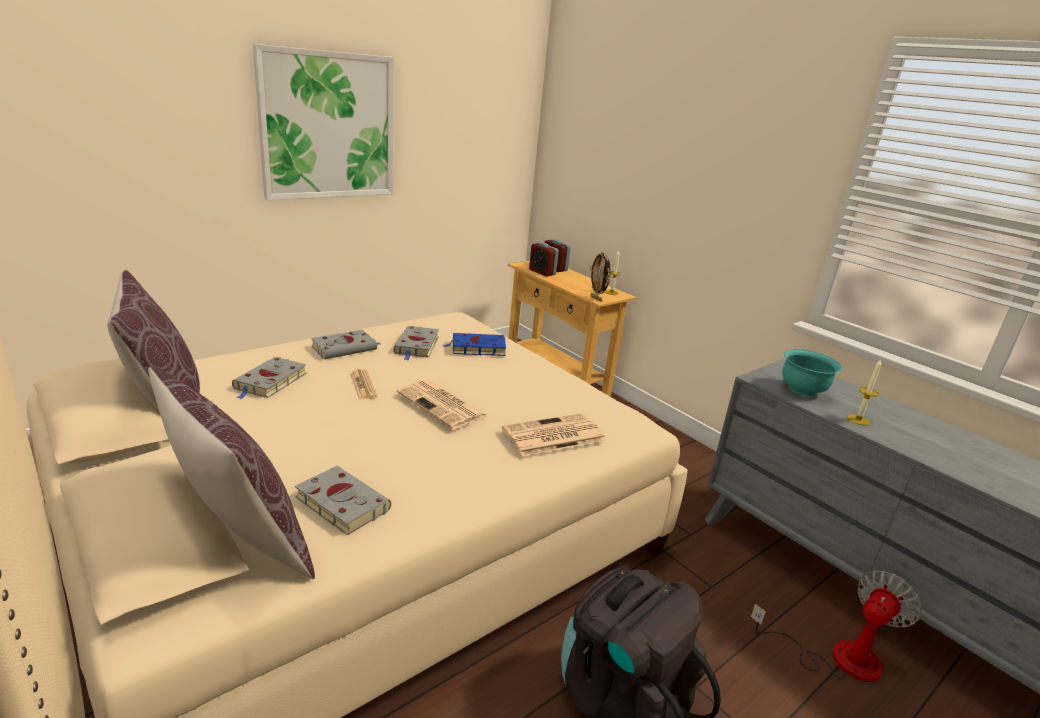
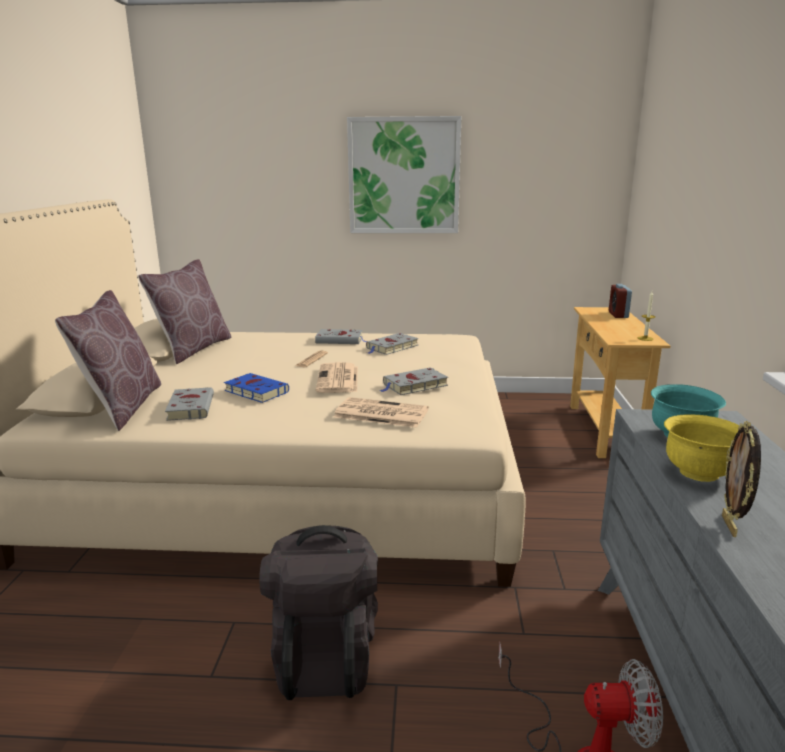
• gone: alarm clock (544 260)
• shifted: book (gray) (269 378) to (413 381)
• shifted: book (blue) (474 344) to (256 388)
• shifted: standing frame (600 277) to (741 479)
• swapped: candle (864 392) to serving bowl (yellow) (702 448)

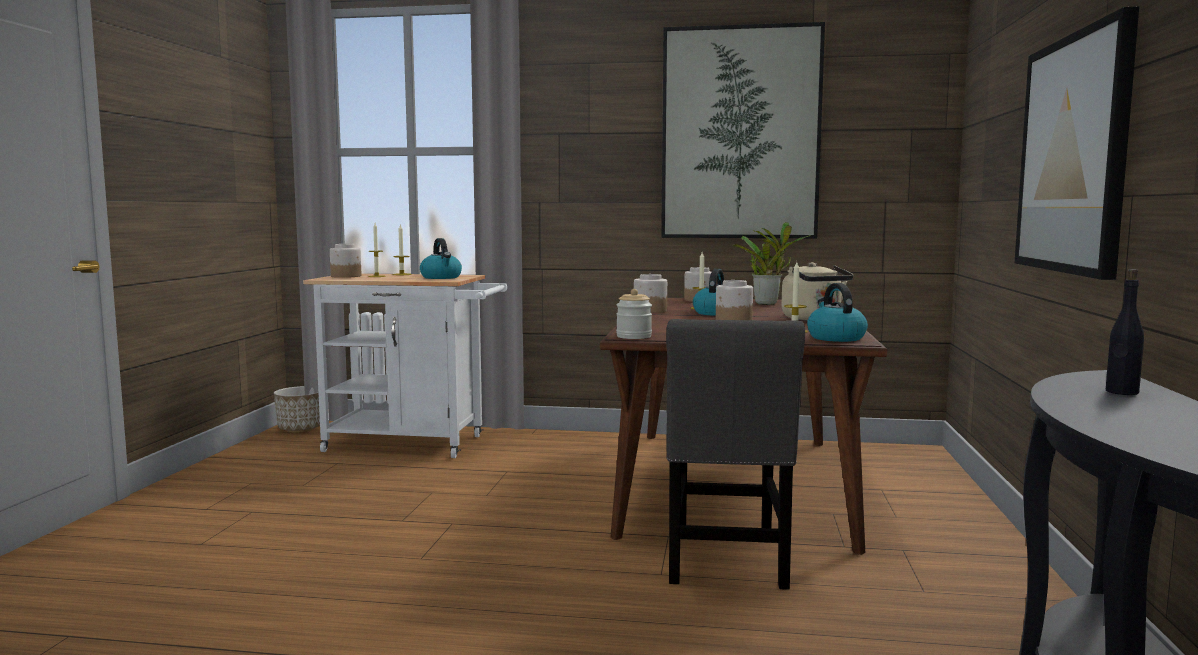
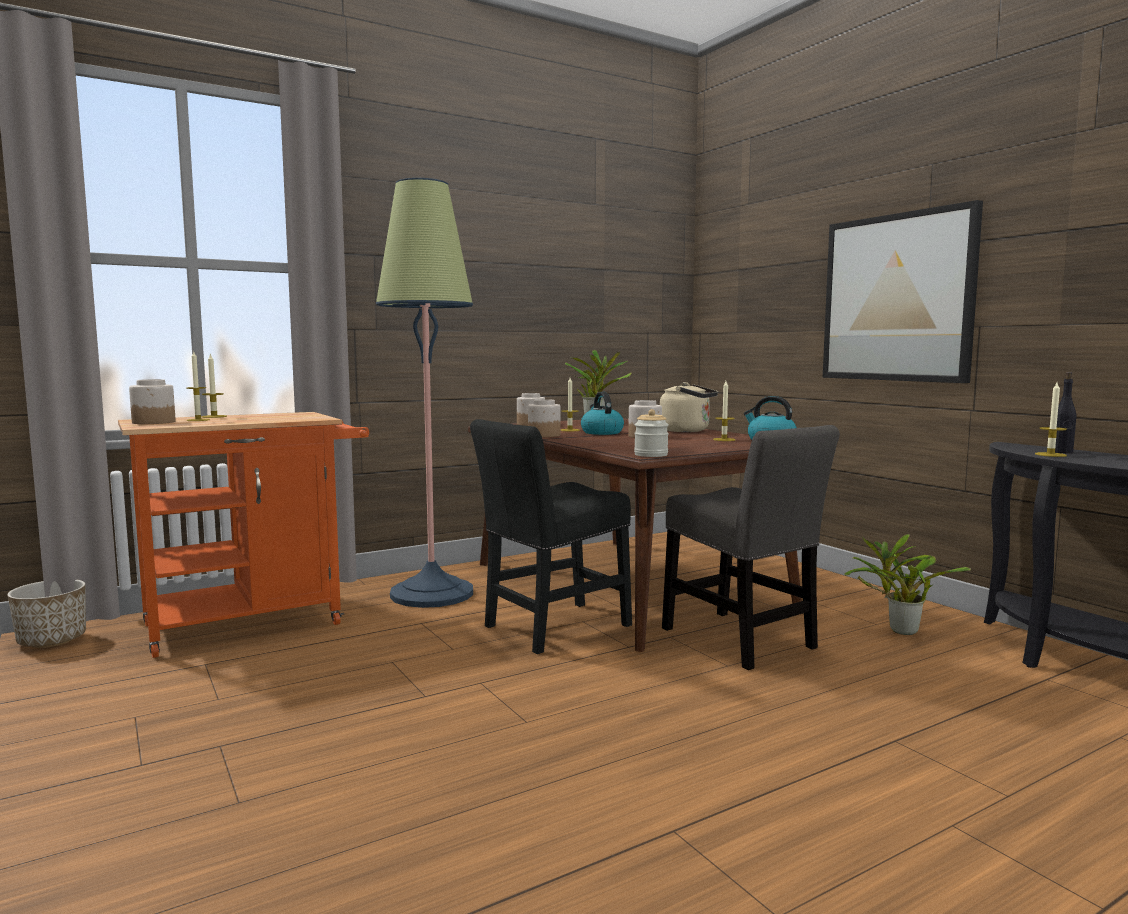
• gone: kettle (441 258)
• gone: wall art (743 130)
• new: standard lamp (424 393)
• new: chair (blackish) (551 536)
• new: plant in a pot (907 584)
• new: candle (1051 420)
• repainted: cart (white) (405 365) to cart (orange-coloured) (243 535)

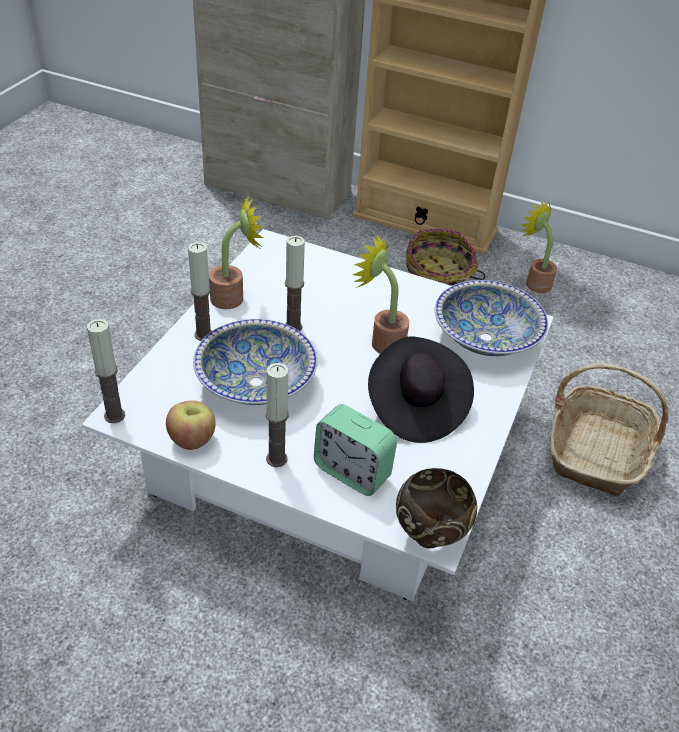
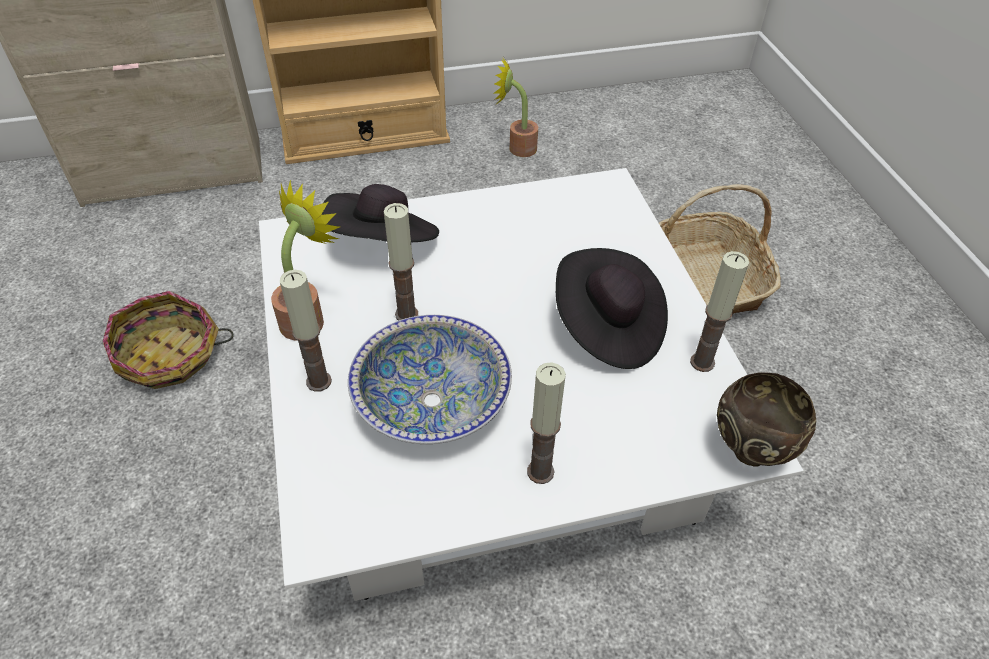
• gone: apple fruit (191 425)
• gone: alarm clock (355 450)
• gone: plant in a pot (381 293)
• gone: serving bowl (491 318)
• new: clothing hat (blackish) (380 213)
• shifted: candle (106 371) to (719 311)
• shifted: household basket (445 257) to (168 340)

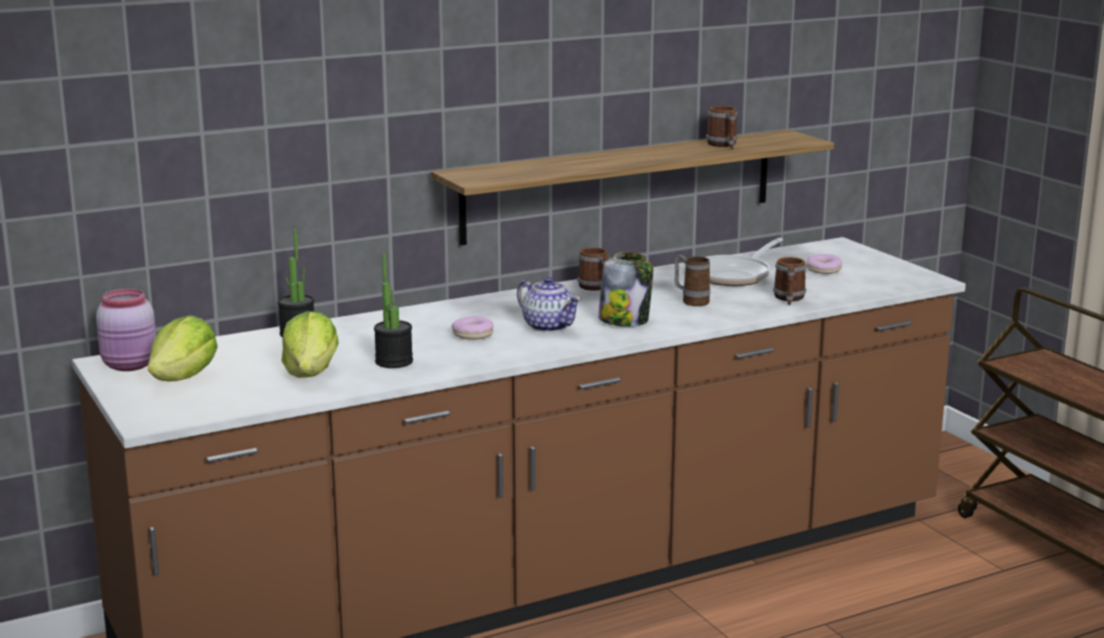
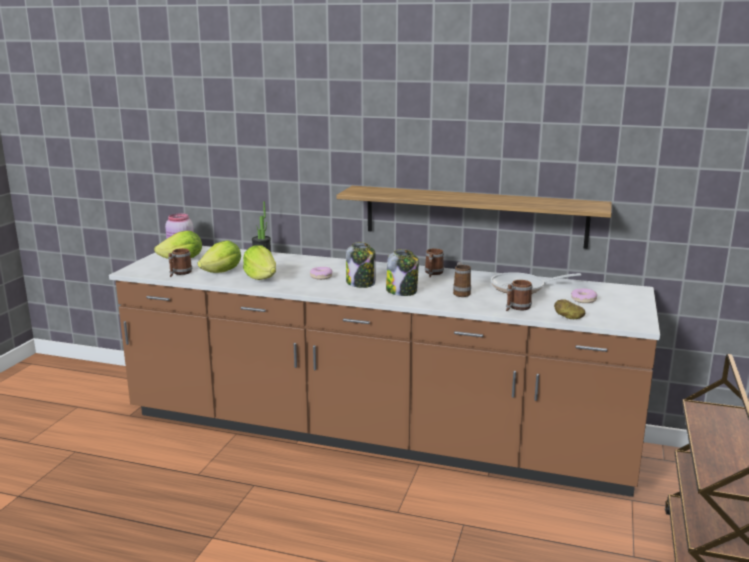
• new: whole potato (569 309)
• shifted: tea mug (721 127) to (180 262)
• swapped: plant in a pot (393 310) to head of lettuce (259 262)
• swapped: teapot (549 305) to storage jar (361 265)

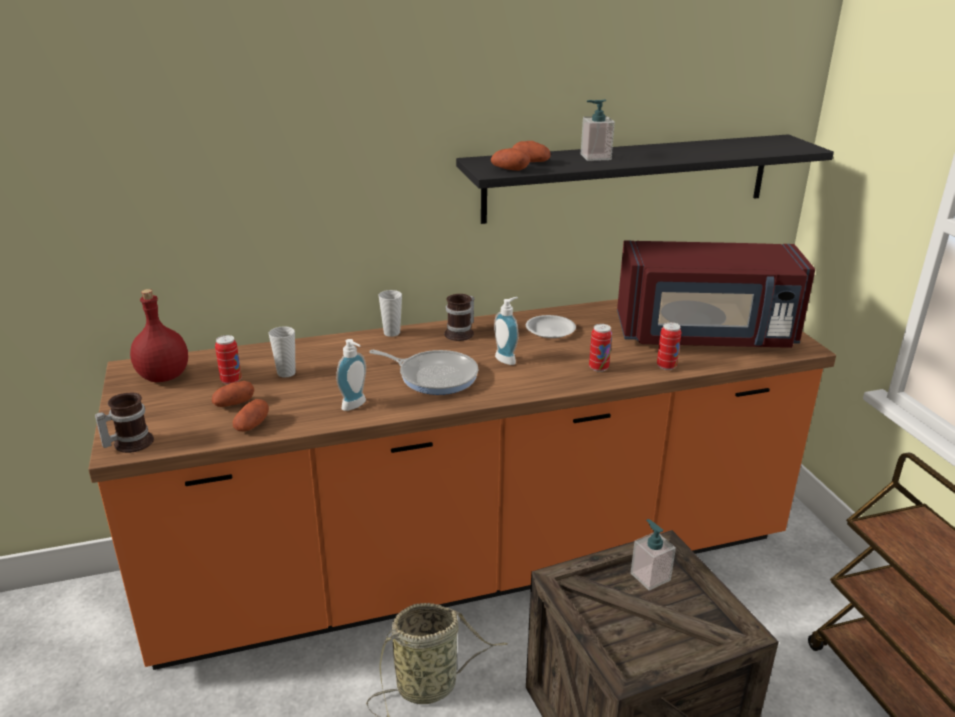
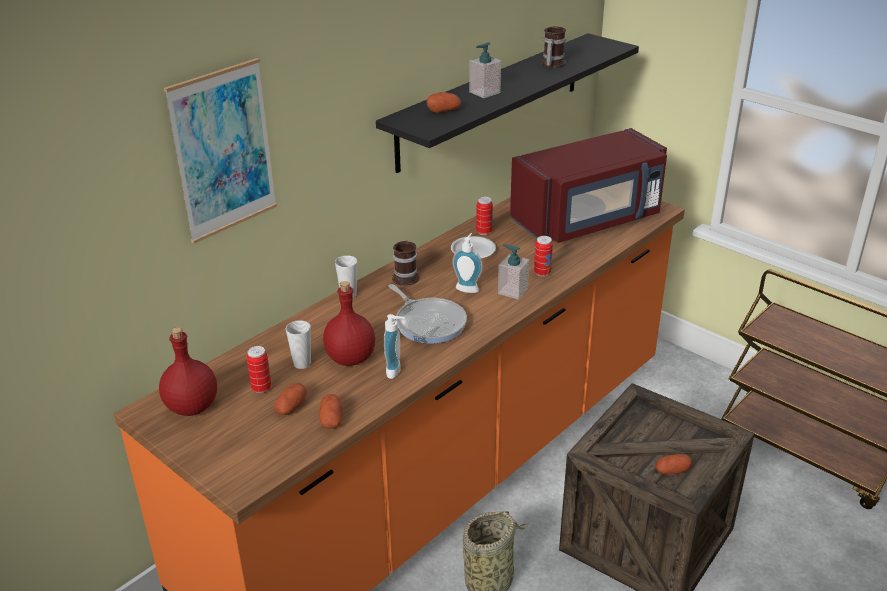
• new: wall art (220 151)
• new: beverage bottle (reddish) (349 323)
• shifted: tea mug (124 422) to (553 47)
• shifted: whole potato (510 159) to (673 464)
• shifted: liquid soap bottle (653 555) to (513 272)
• shifted: sealed can (669 346) to (484 216)
• rotated: frying pan (424 372) = (428 314) 60 degrees clockwise

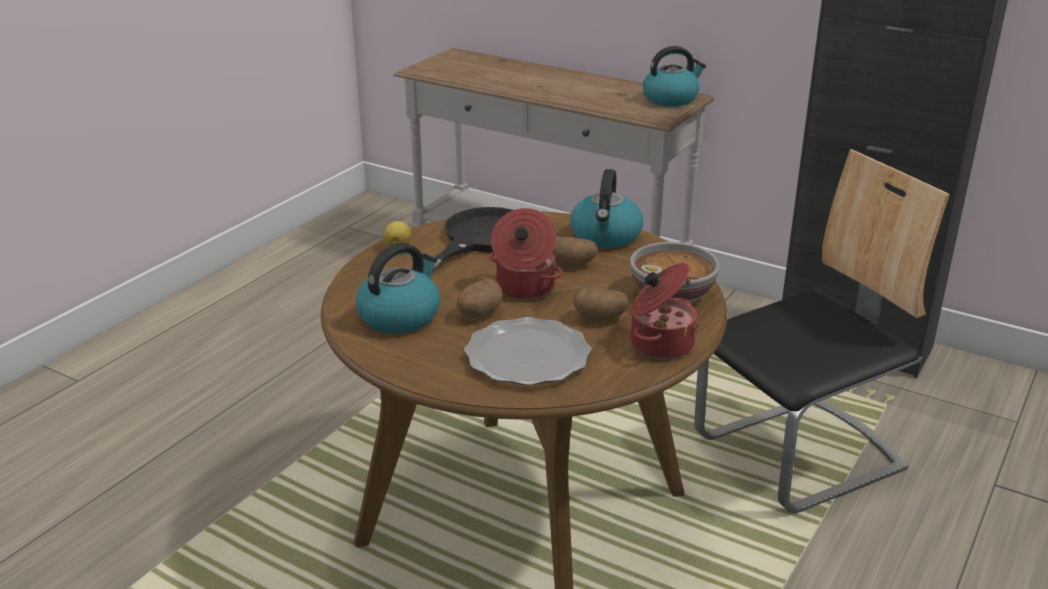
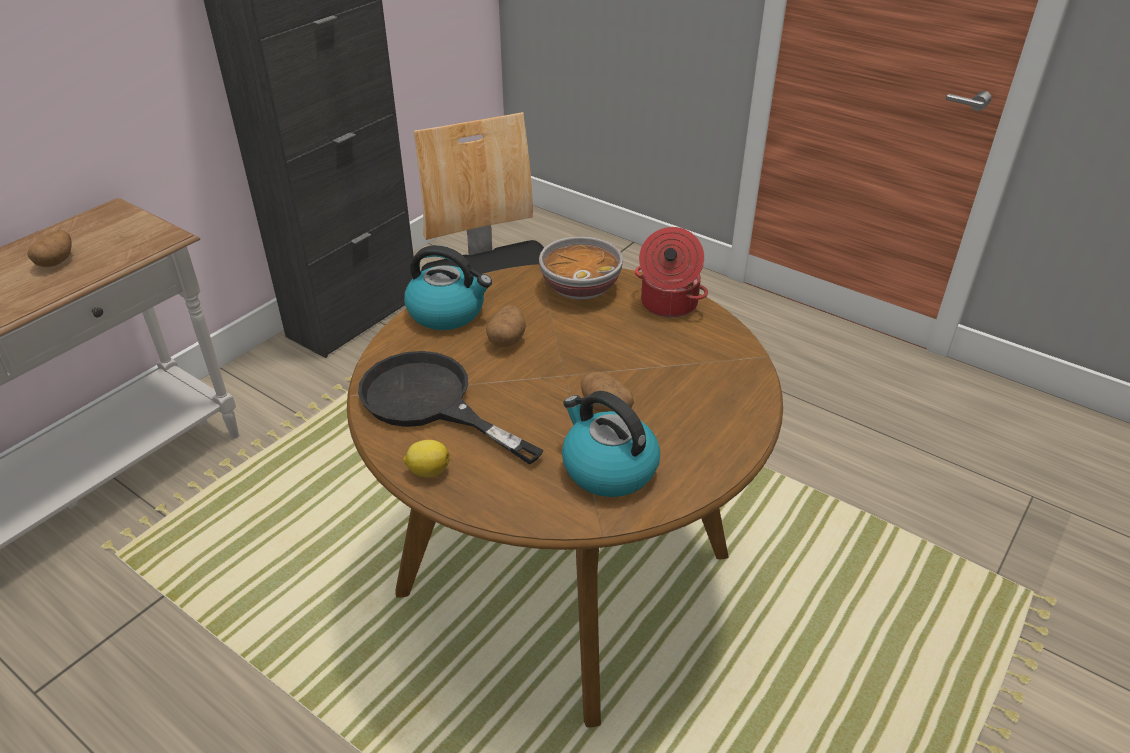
• gone: plate (528 351)
• gone: stockpot (526 254)
• gone: kettle (674 76)
• shifted: whole potato (601 305) to (49 248)

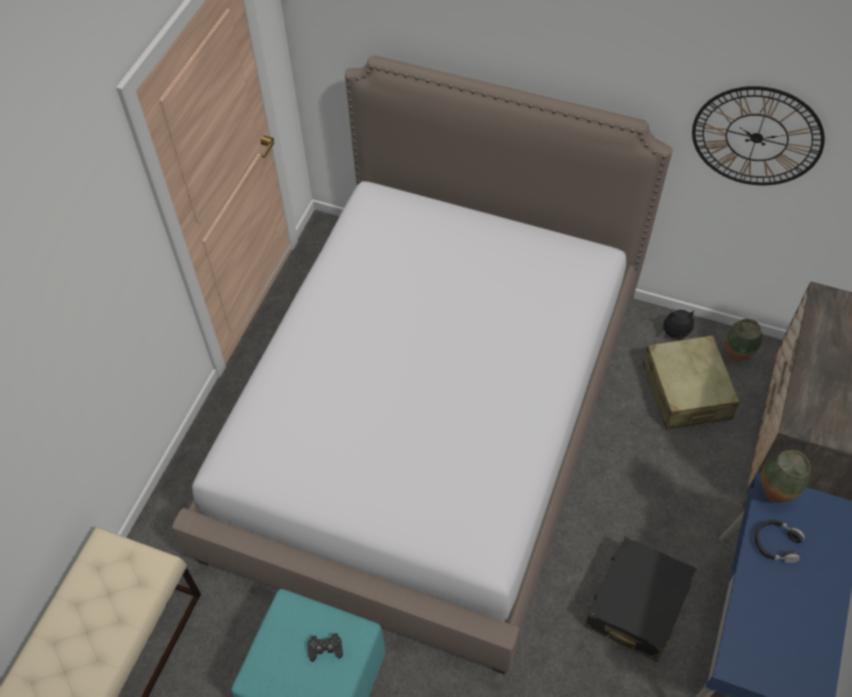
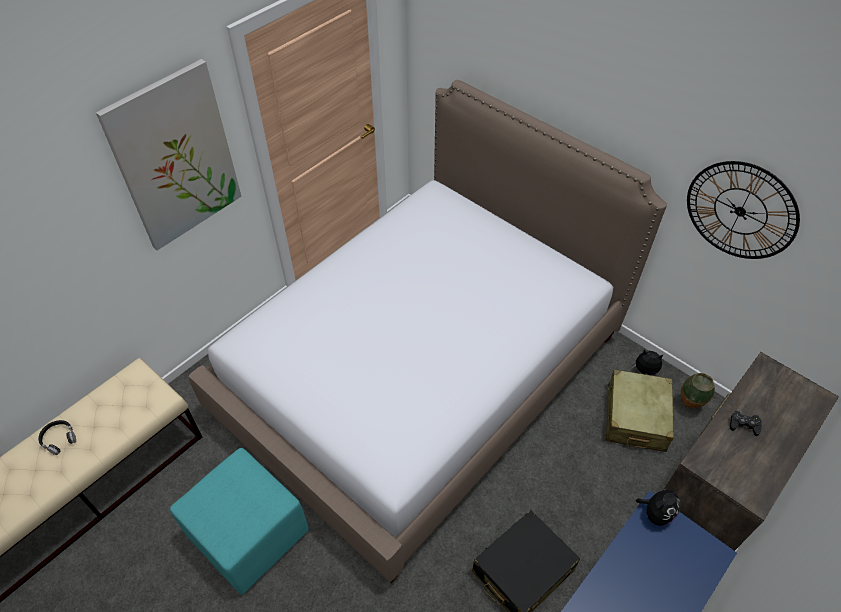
• new: wall art (169 155)
• shifted: game controller (blackish) (325 647) to (746 423)
• shifted: pair of headphones (blackish) (779 541) to (57 437)
• swapped: vase (786 476) to plush toy (658 507)

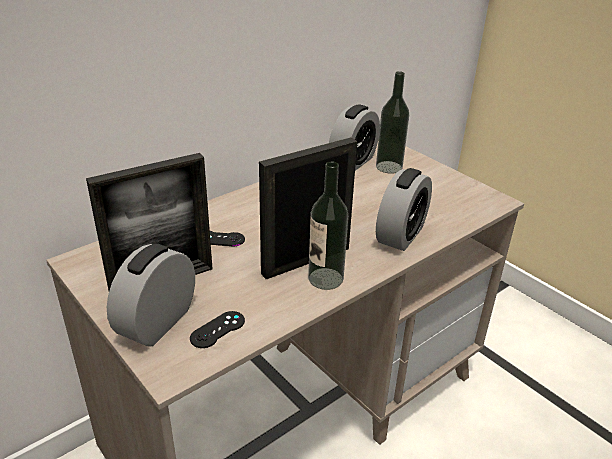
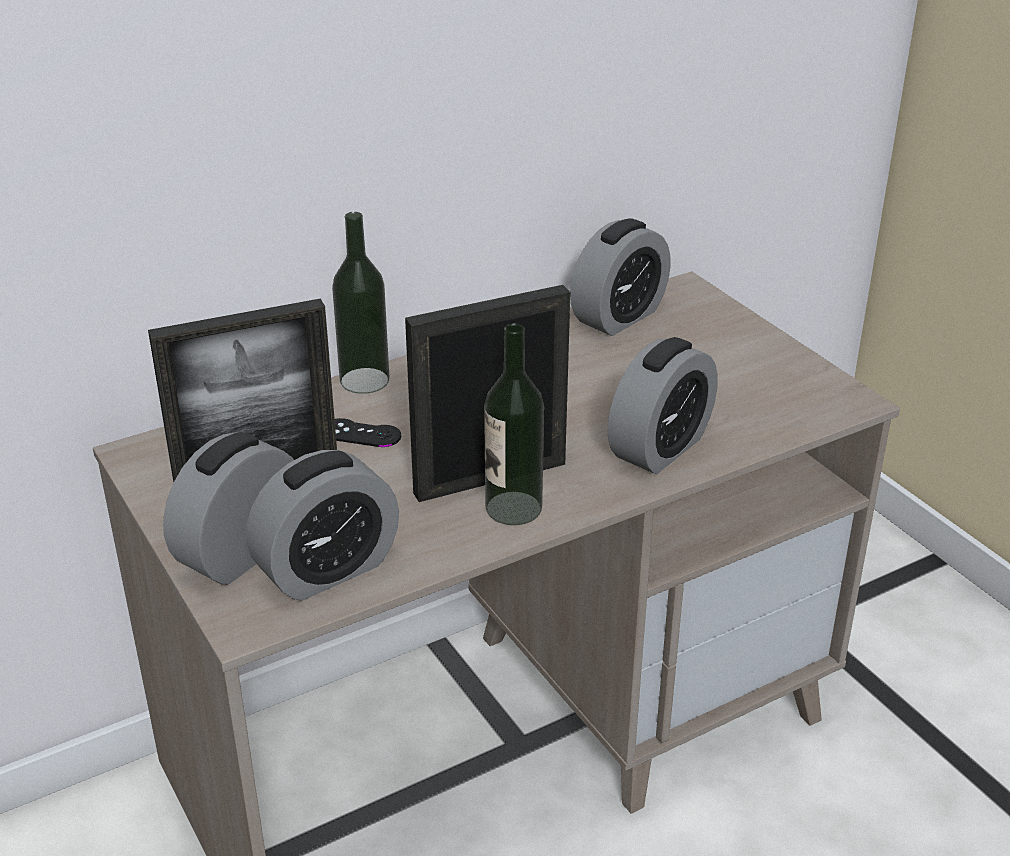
• shifted: beverage bottle (392 122) to (360 303)
• swapped: game controller (blackish) (217 329) to alarm clock (322 525)

